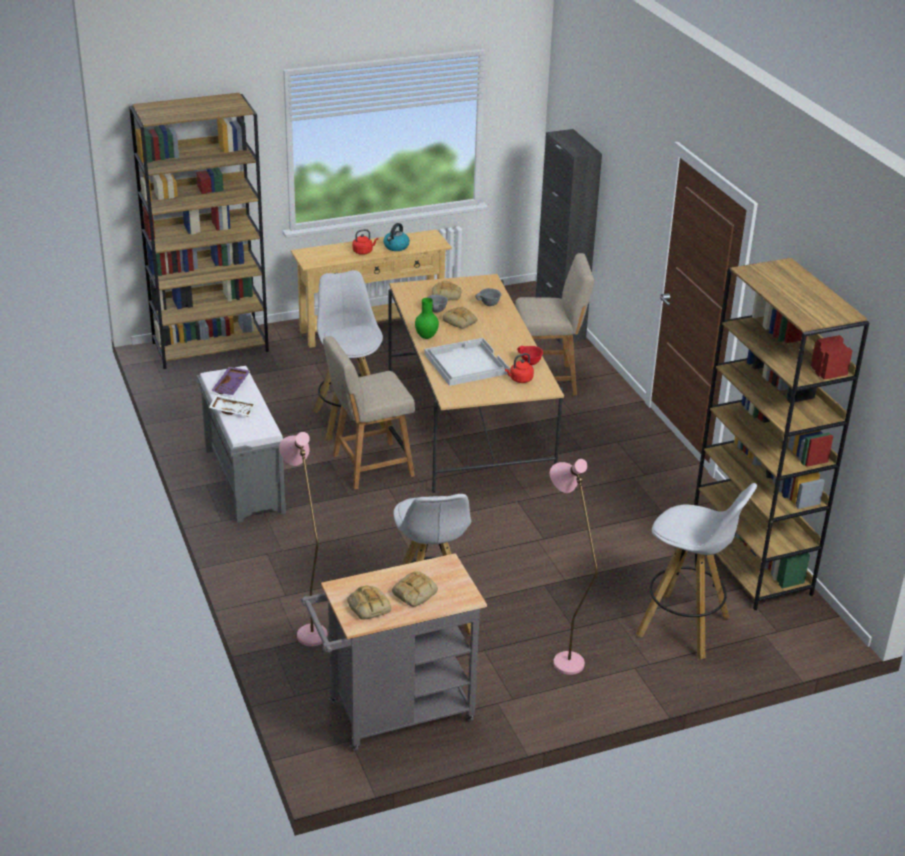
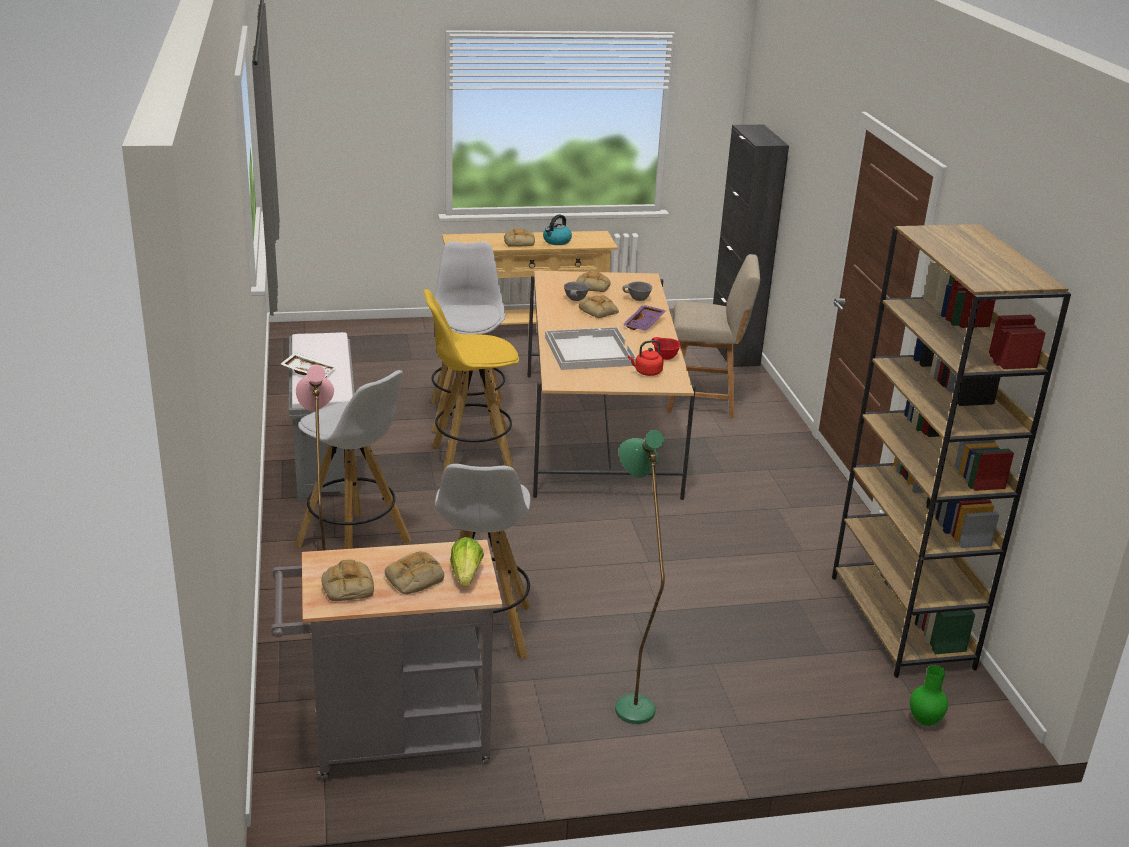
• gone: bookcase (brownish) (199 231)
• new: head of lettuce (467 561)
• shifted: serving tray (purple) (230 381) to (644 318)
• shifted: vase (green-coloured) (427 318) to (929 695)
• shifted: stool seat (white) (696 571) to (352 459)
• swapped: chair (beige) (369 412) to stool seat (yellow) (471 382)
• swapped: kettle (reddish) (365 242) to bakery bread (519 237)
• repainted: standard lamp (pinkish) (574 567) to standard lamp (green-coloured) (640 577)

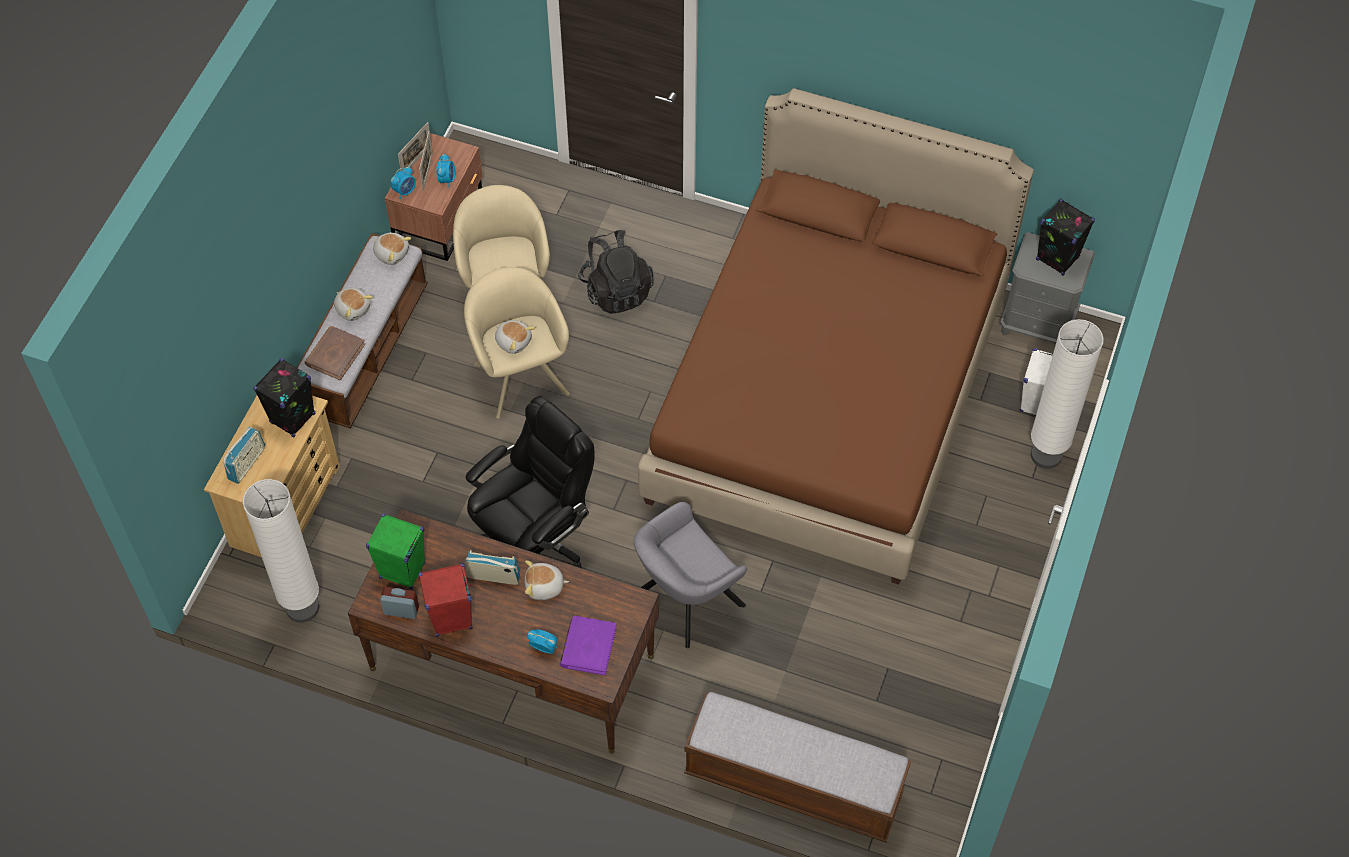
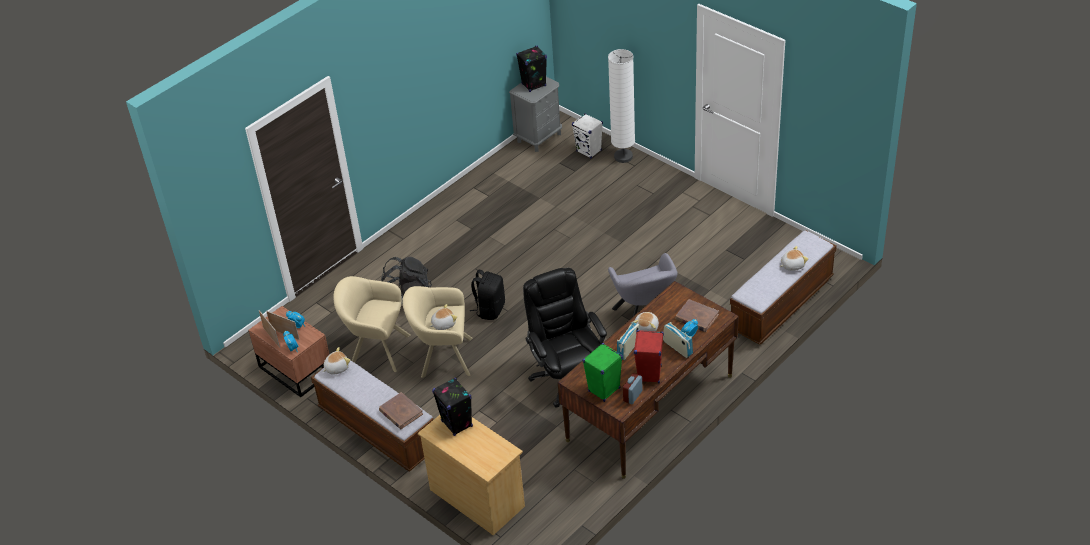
• gone: standard lamp (white) (281 551)
• gone: bed (brownish) (836 336)
• new: rucksack (blackish) (487 295)
• shifted: radio receiver (244 455) to (678 340)
• shifted: plush toy (353 304) to (794 258)
• repainted: book (purple) (588 645) to book (brownish) (697 315)

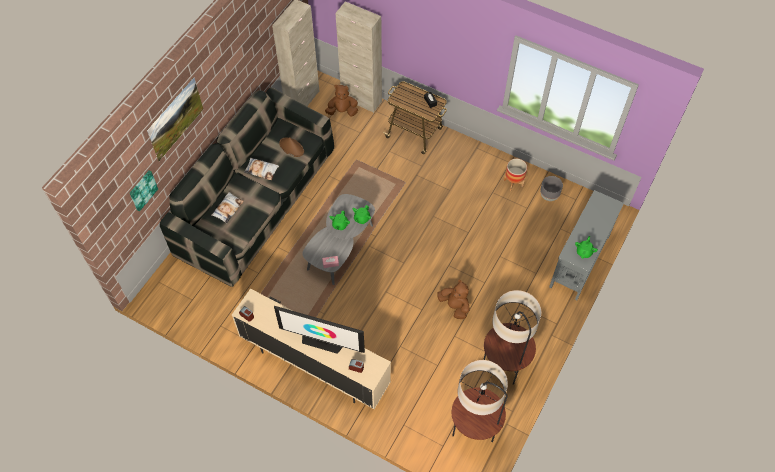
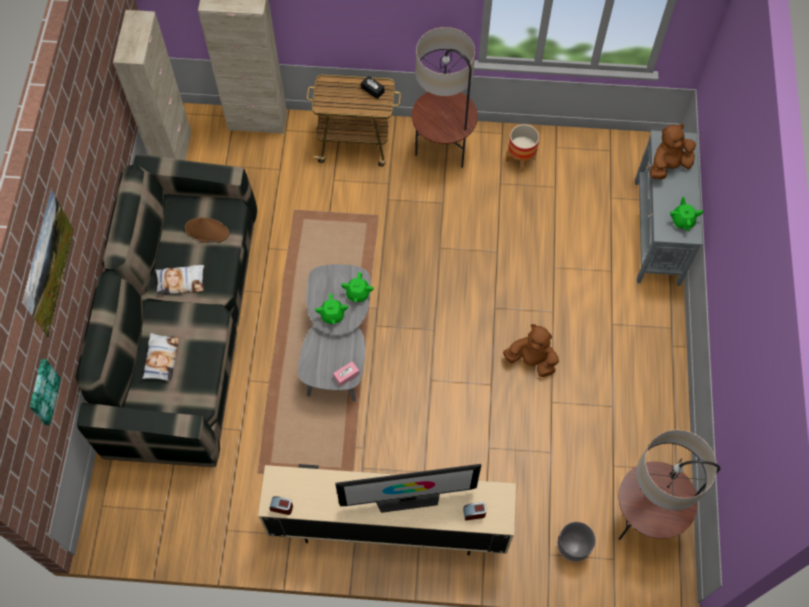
• shifted: plush toy (brownish) (341 101) to (673 152)
• shifted: standard lamp (512 337) to (445 97)
• shifted: flower pot (gray) (551 188) to (576 542)

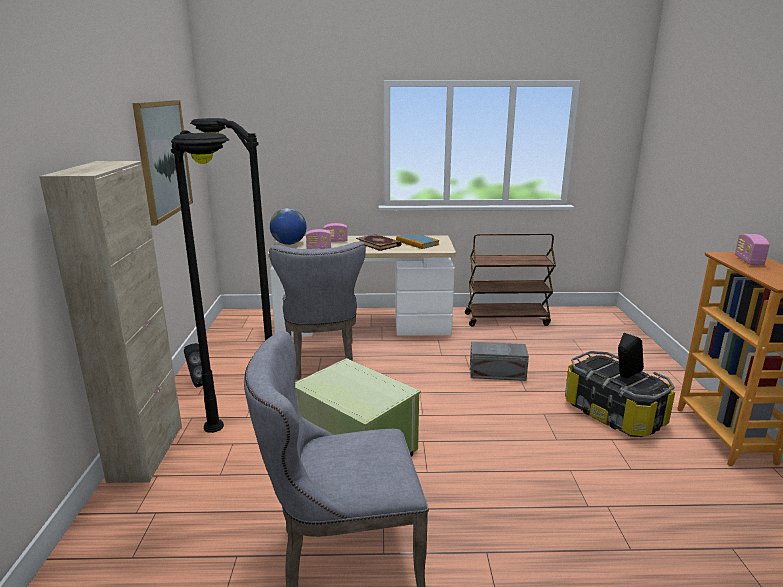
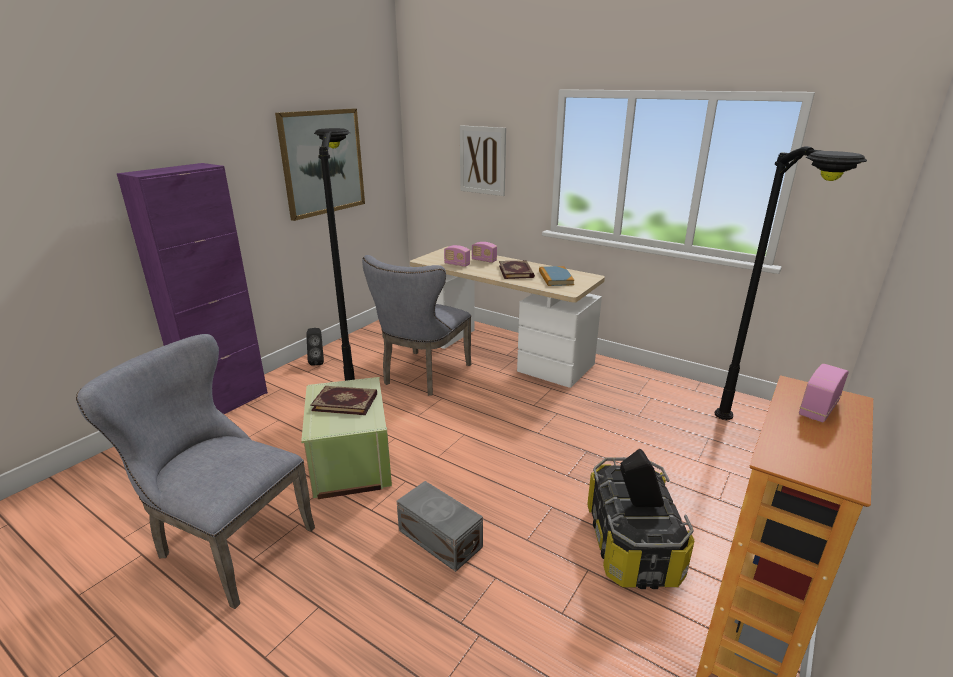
• gone: globe (288 226)
• gone: cart (brownish) (510 279)
• new: book (343 400)
• new: wall art (483 160)
• shifted: standard lamp (blackish) (200 281) to (791 283)
• shifted: storage box (gray) (499 361) to (440 526)
• repainted: storage cabinet (beige) (110 322) to storage cabinet (purple) (192 288)

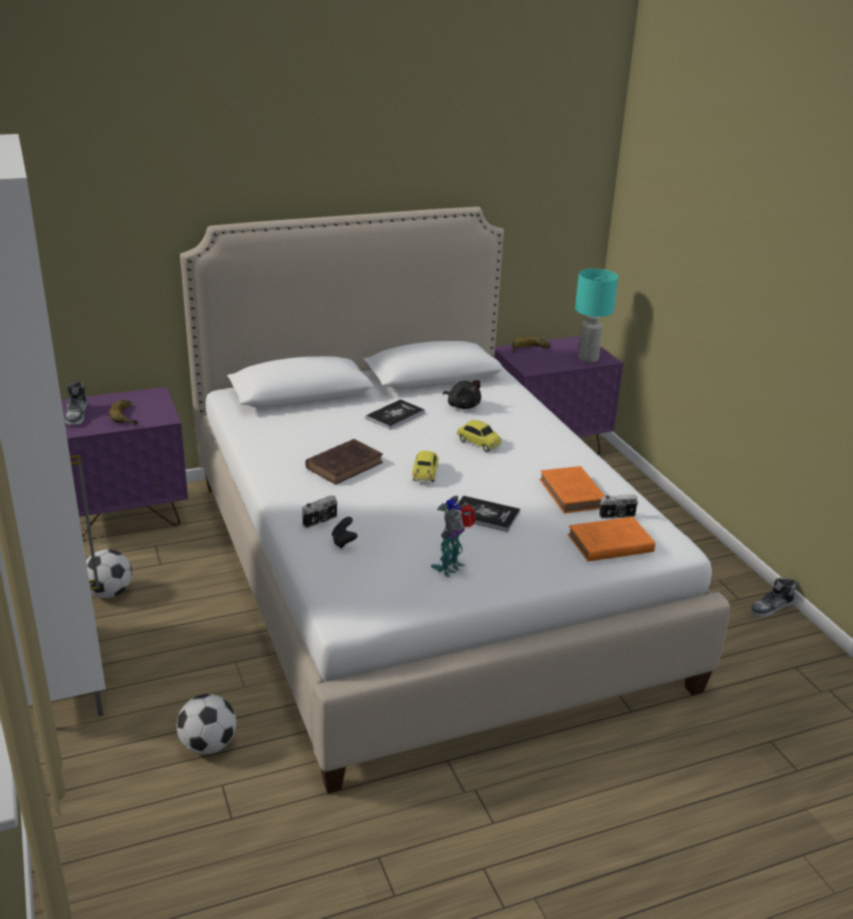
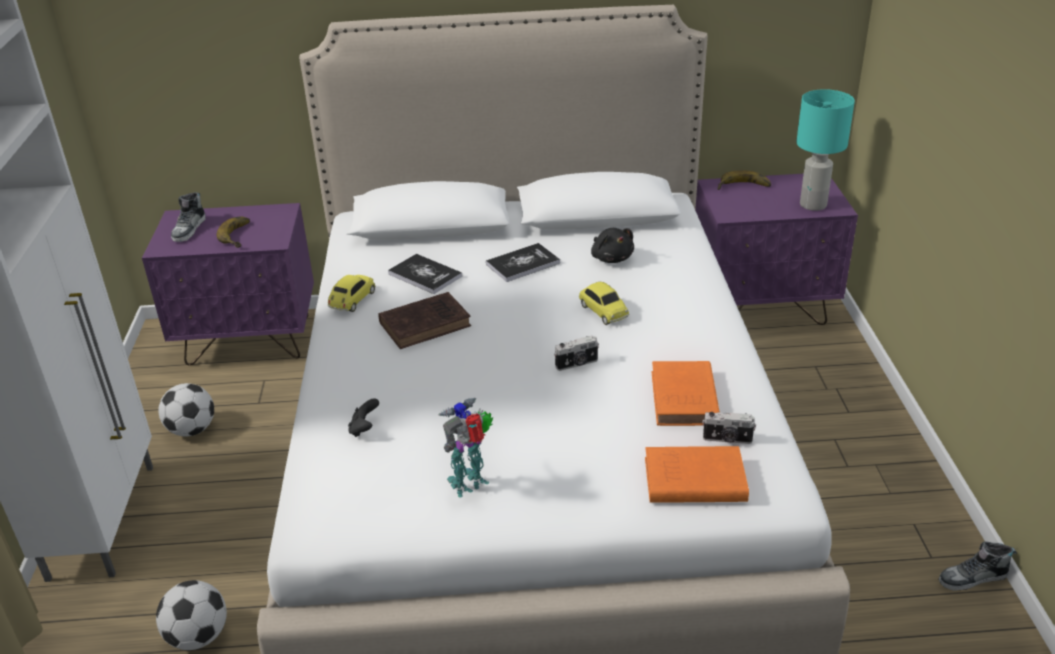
• shifted: still camera (319 511) to (576 353)
• shifted: model car (425 466) to (352 293)
• shifted: book (488 514) to (425 274)

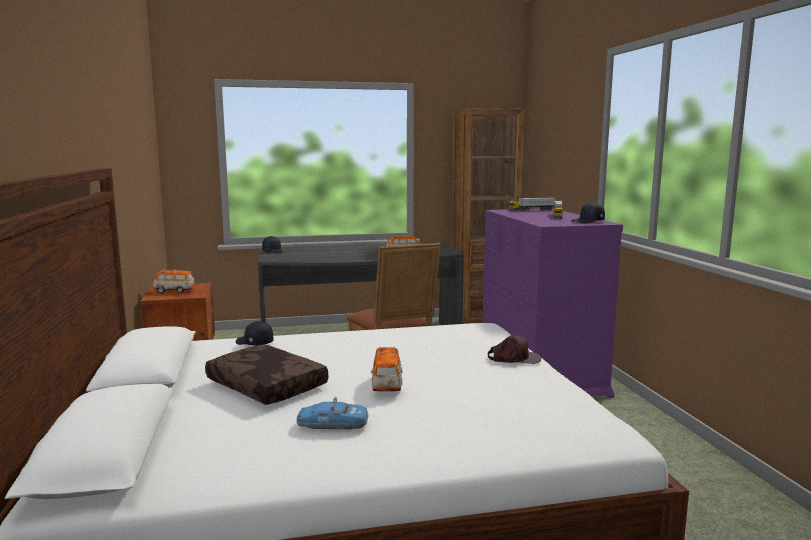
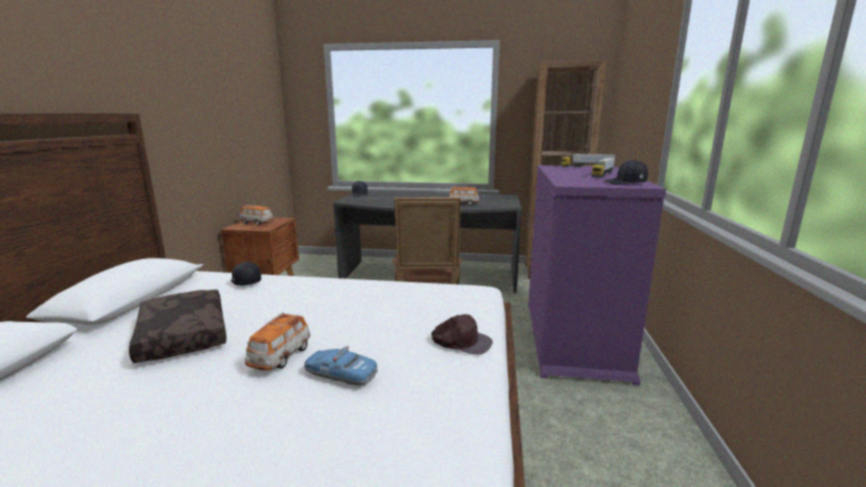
• shifted: model car (333 413) to (341 366)

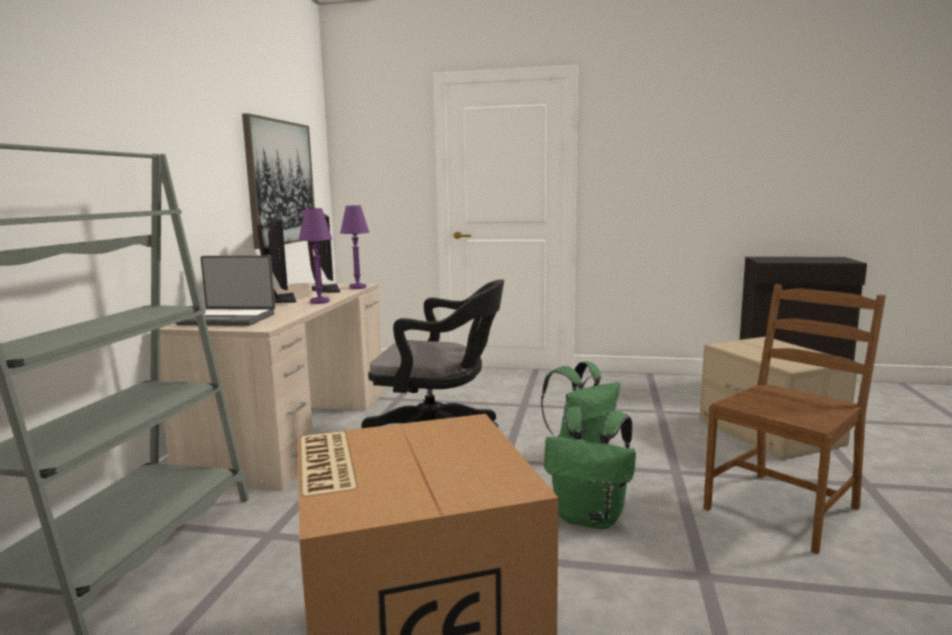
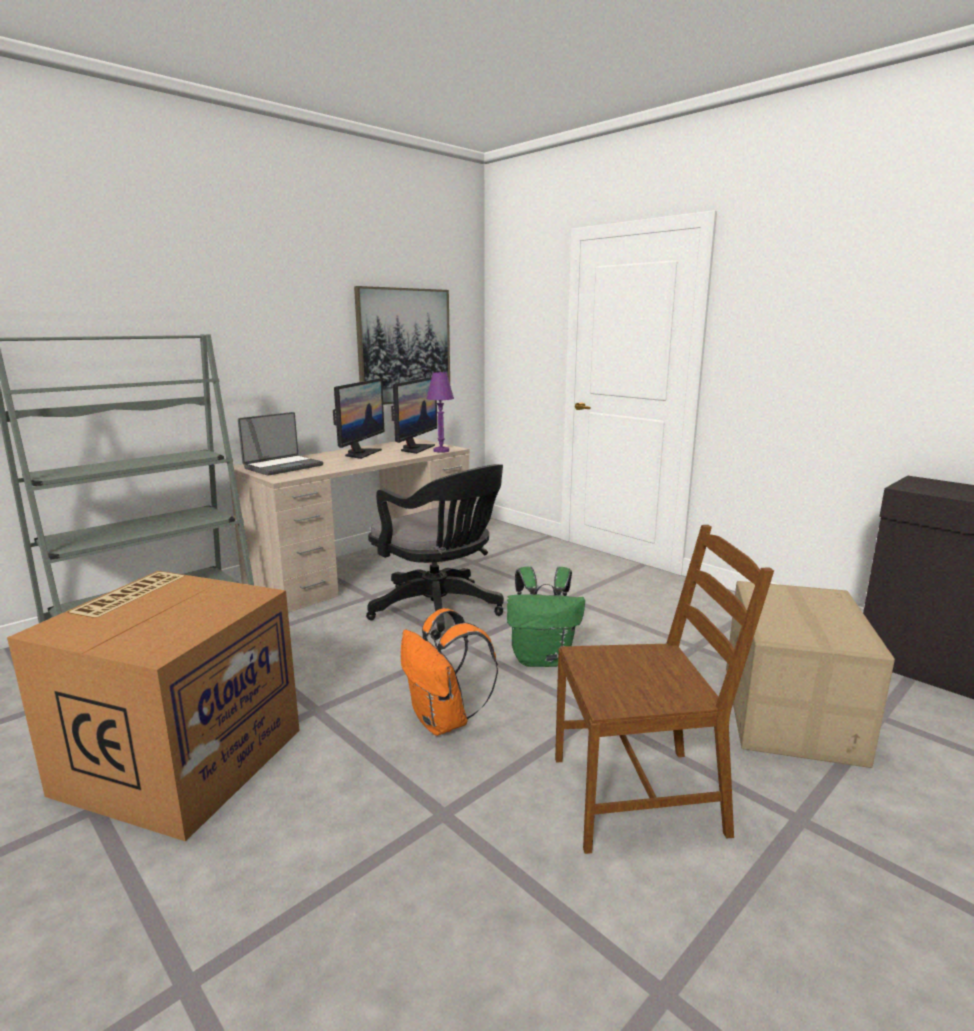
• gone: tabletop lamp (purple) (315 256)
• repainted: rucksack (green-coloured) (590 468) to rucksack (orange-coloured) (449 672)
• rotated: laptop (225 290) = (280 444) 90 degrees counterclockwise

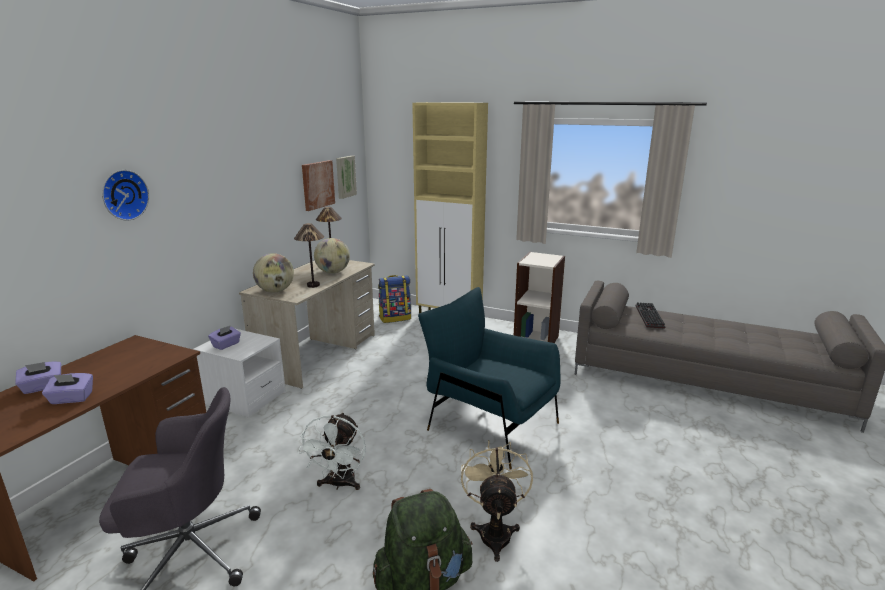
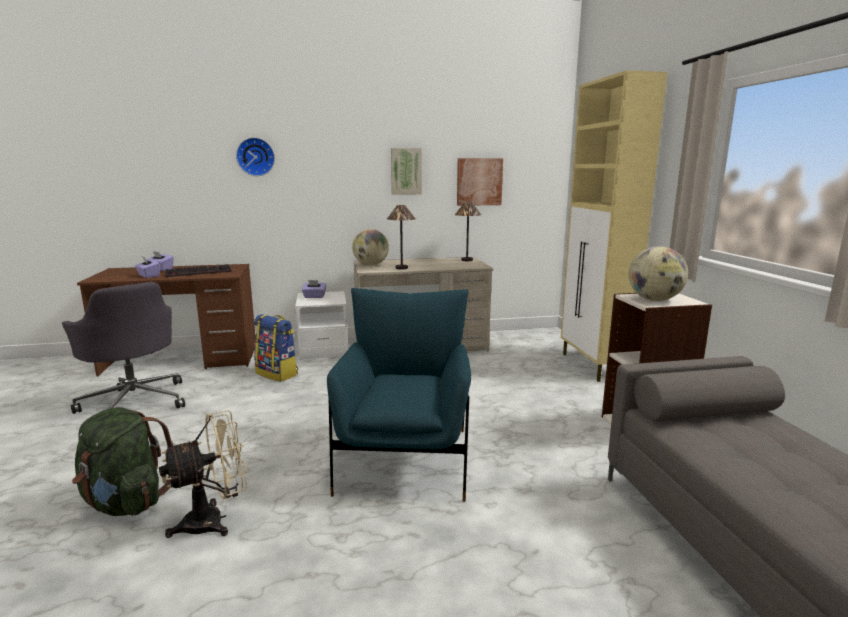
• gone: electric fan (white) (332 451)
• shifted: globe (332 255) to (658 273)
• shifted: wall art (346 177) to (406 171)
• shifted: rucksack (394 299) to (276 348)
• shifted: keyboard (650 315) to (198 270)

